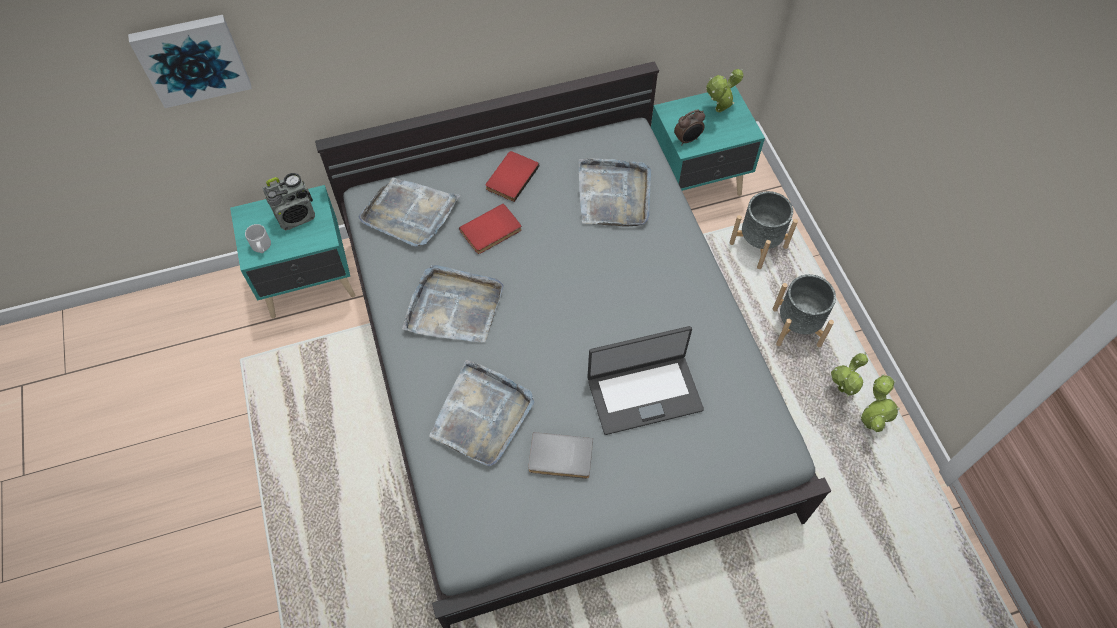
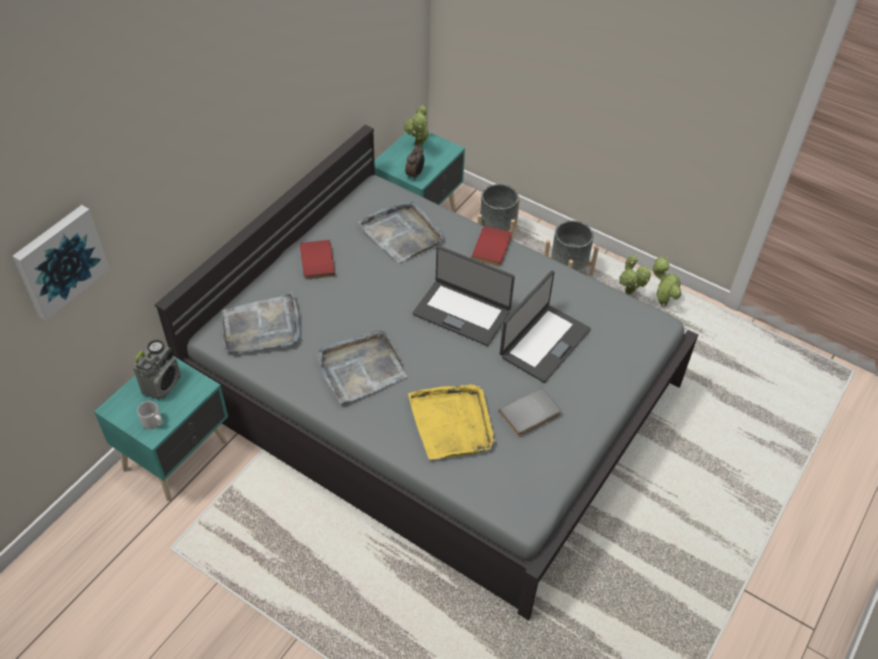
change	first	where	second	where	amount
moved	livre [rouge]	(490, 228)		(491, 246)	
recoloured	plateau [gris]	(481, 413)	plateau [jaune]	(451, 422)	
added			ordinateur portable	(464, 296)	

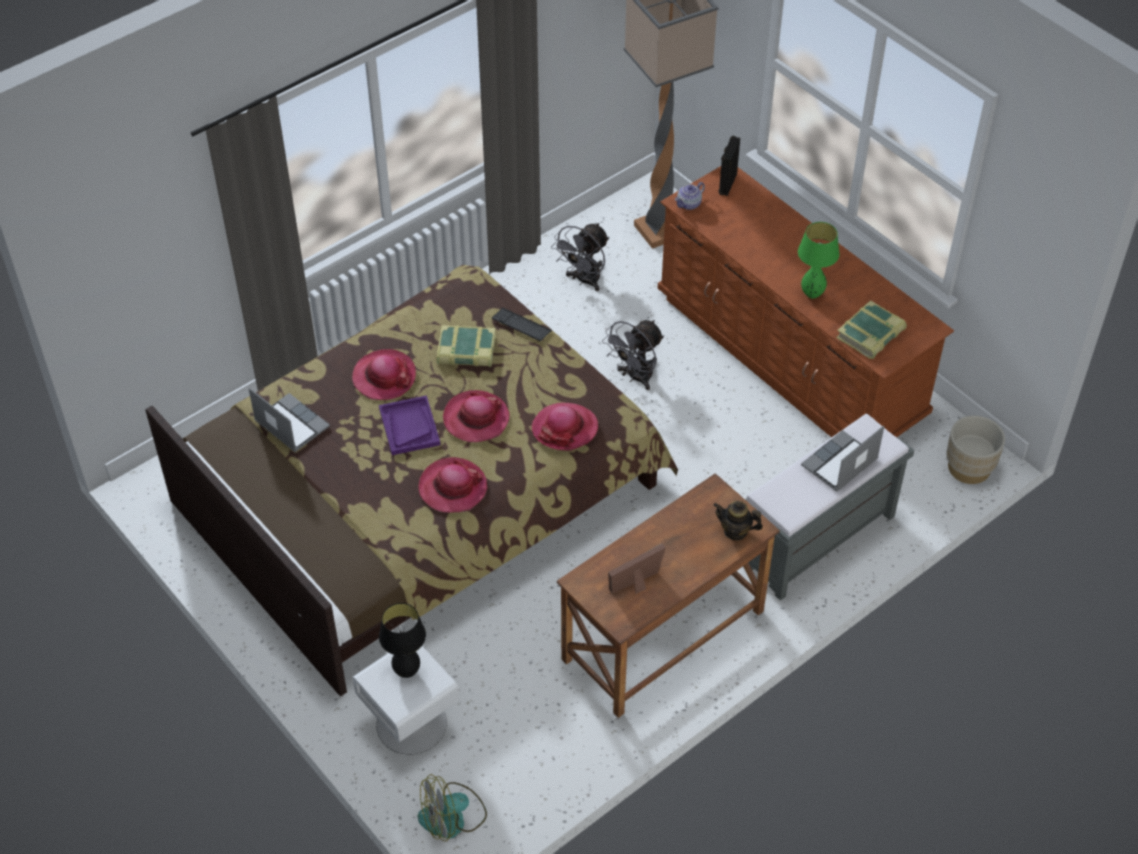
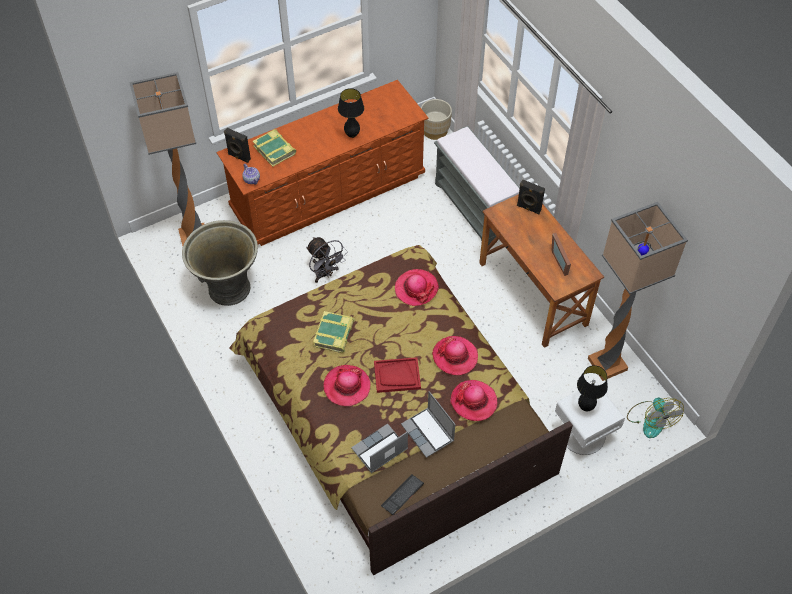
change	first	where	second	where	amount
recoloured	lampe de table [vert]	(819, 260)	lampe de table [noir]	(351, 113)	
replaced	ventilateur [gris]	(580, 257)	cache-pot [gris]	(220, 263)	
moved	livre	(871, 329)		(274, 148)	
moved	clavier	(522, 325)		(402, 494)	
moved	chapeau	(476, 416)		(473, 400)	
recoloured	plateau [violet]	(410, 425)	plateau [rouge]	(397, 375)	
moved	ordinateur portable	(842, 459)		(428, 424)	
replaced	théière	(738, 521)	enceinte [noir]	(531, 197)	
added			lampadaire	(638, 291)	

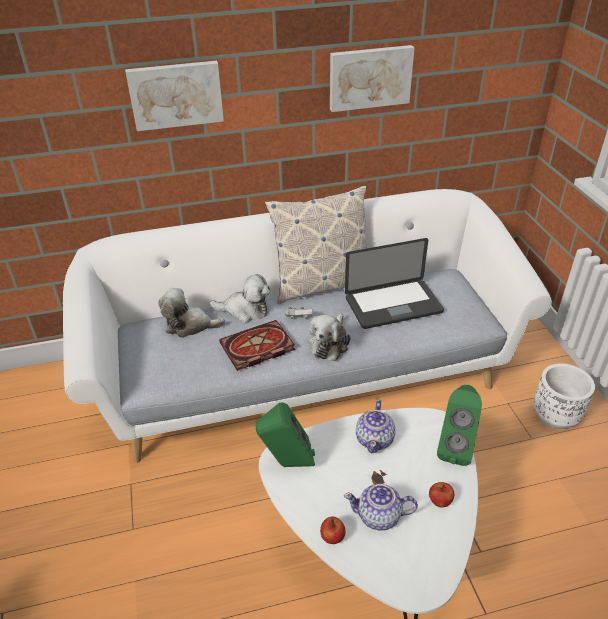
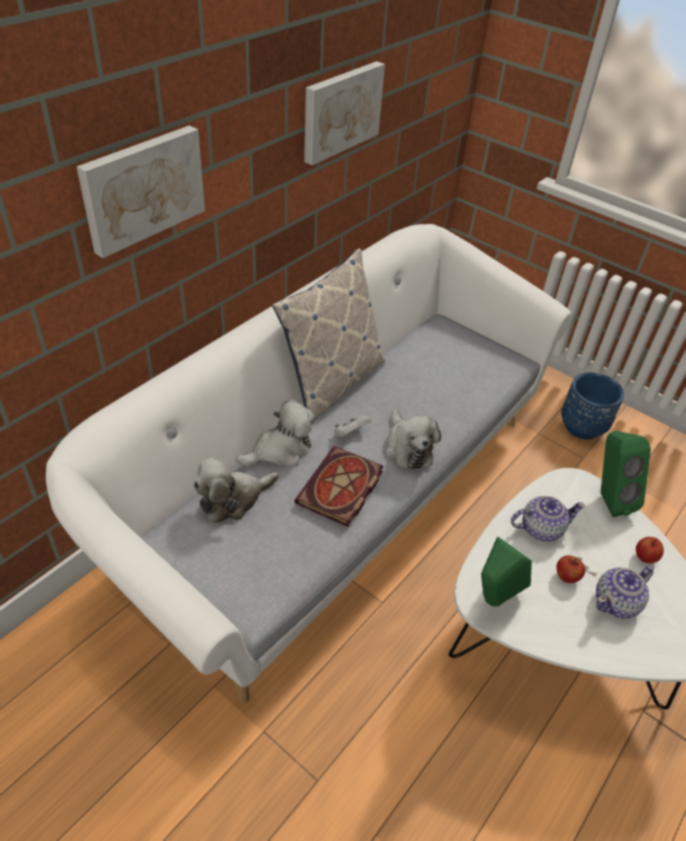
change	first	where	second	where	amount
removed	ordinateur portable	(394, 283)			
recoloured	cache-pot [blanc]	(564, 396)	cache-pot [bleu]	(592, 406)	
turned	théière	(375, 426)		(548, 519)	75 degrees counterclockwise
moved	pomme	(333, 530)		(571, 569)	

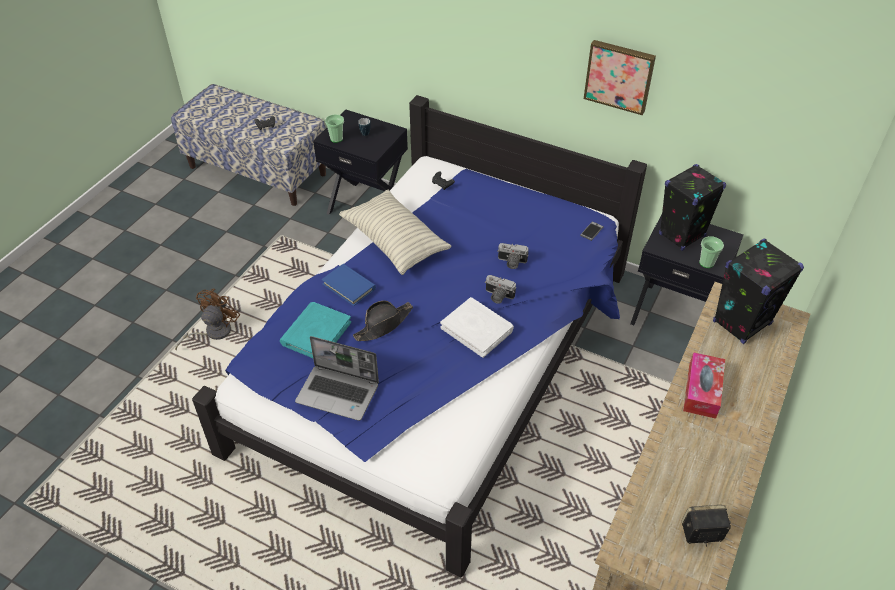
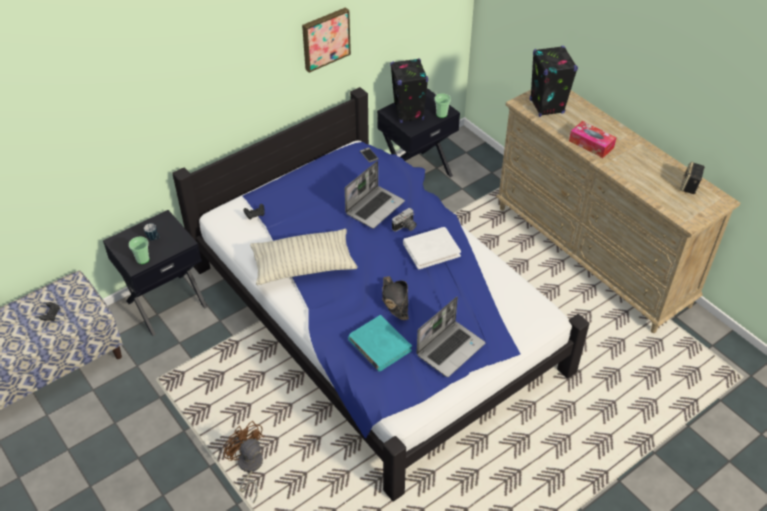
change	first	where	second	where	amount
replaced	appareil photo	(512, 256)	ordinateur portable	(375, 195)	
removed	livre [bleu]	(348, 285)			

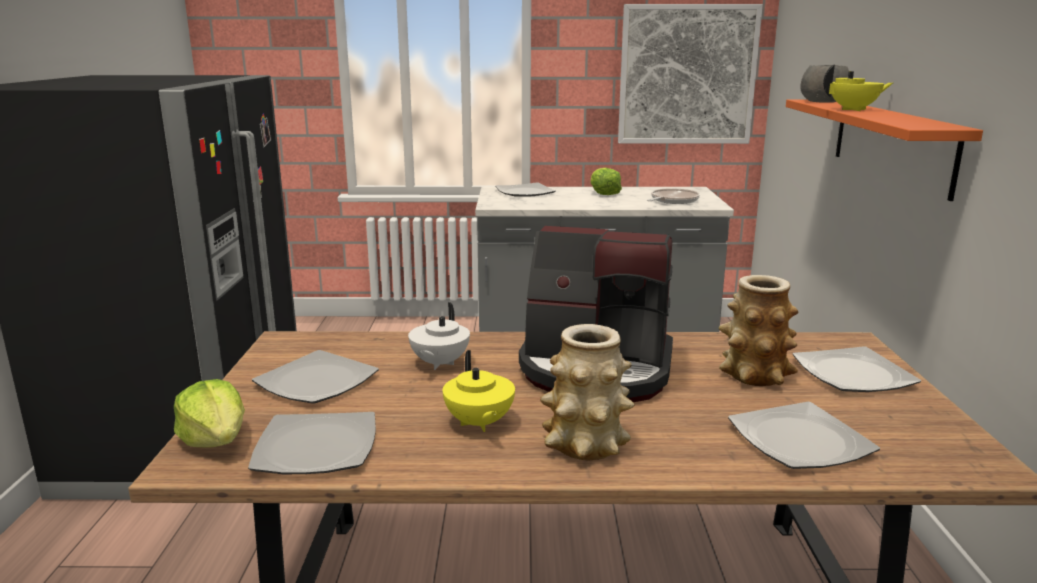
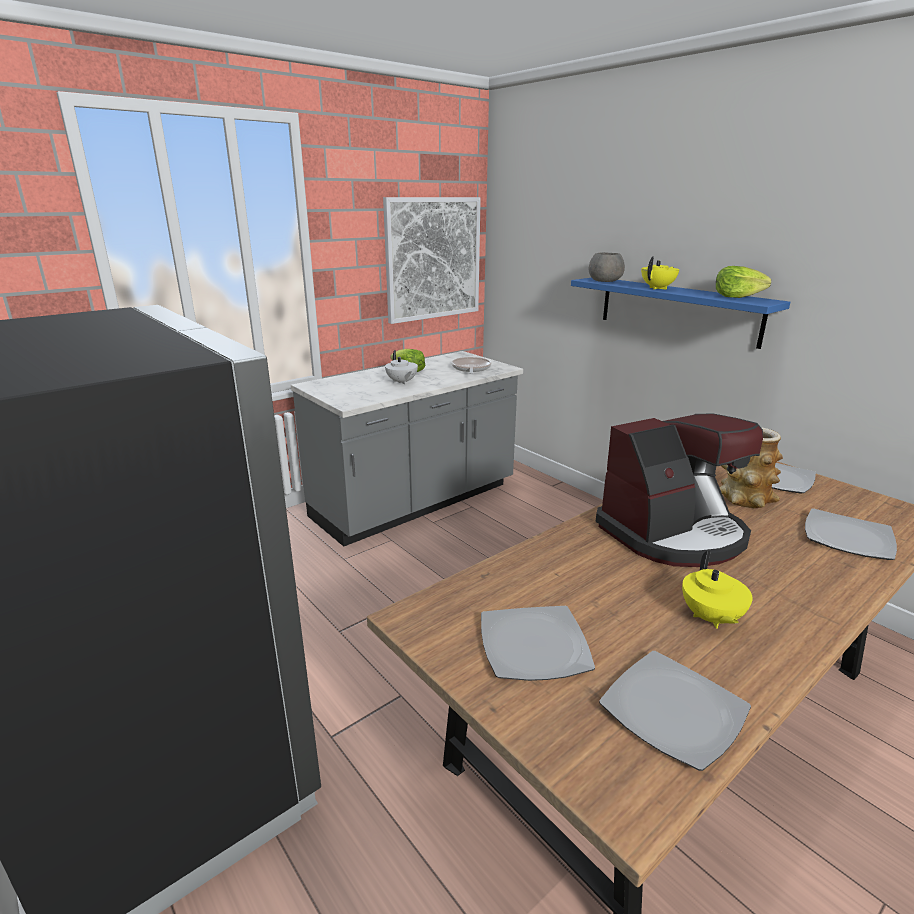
change	first	where	second	where	amount
recoloured	étagère [orange]	(884, 150)	étagère [bleu]	(680, 313)	
removed	assiette	(525, 189)			
moved	théière [blanc]	(439, 336)		(401, 367)	
removed	vase	(587, 392)			
turned	théière [jaune]	(479, 391)		(717, 590)	60 degrees clockwise
moved	laitue	(209, 413)		(743, 282)	

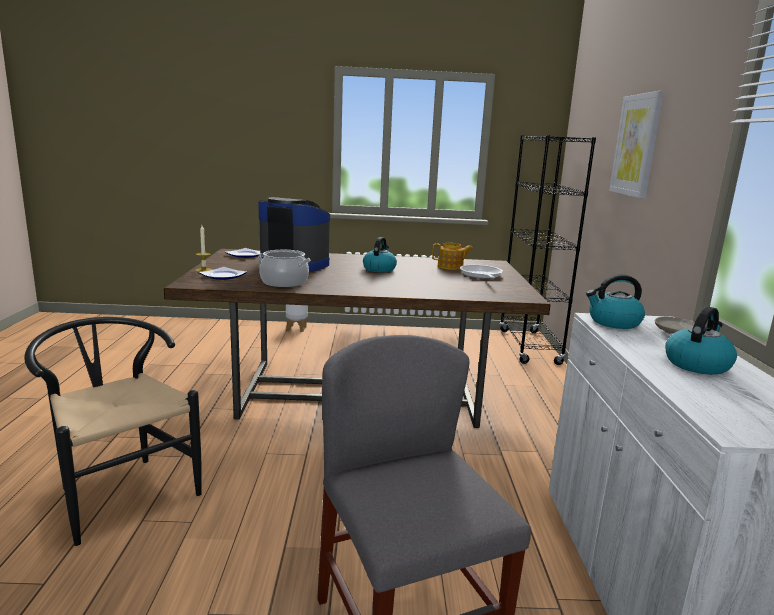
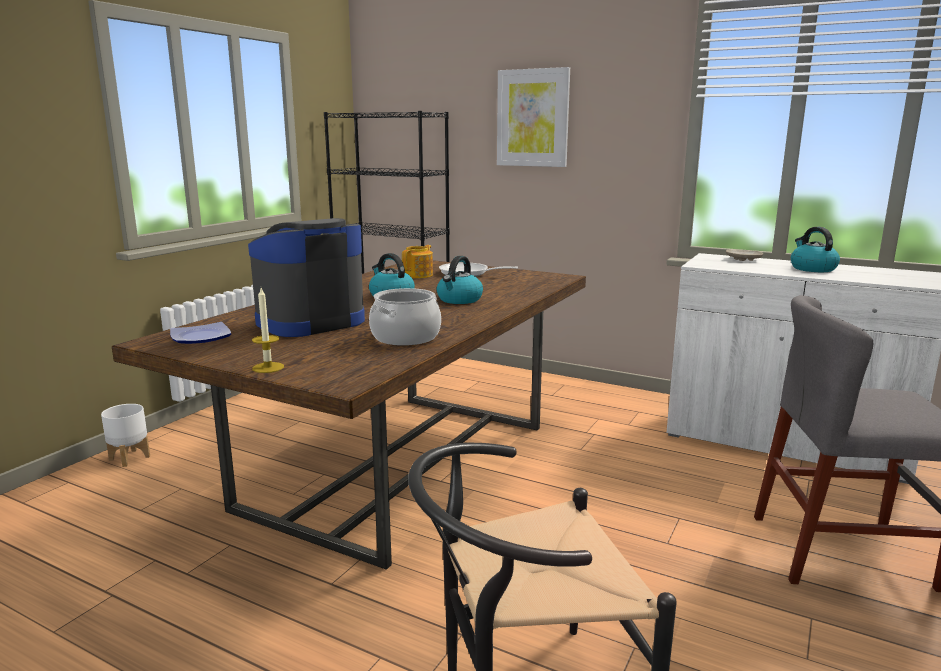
change	first	where	second	where	amount
removed	assiette	(223, 273)			
moved	bouilloire	(615, 301)		(460, 280)	

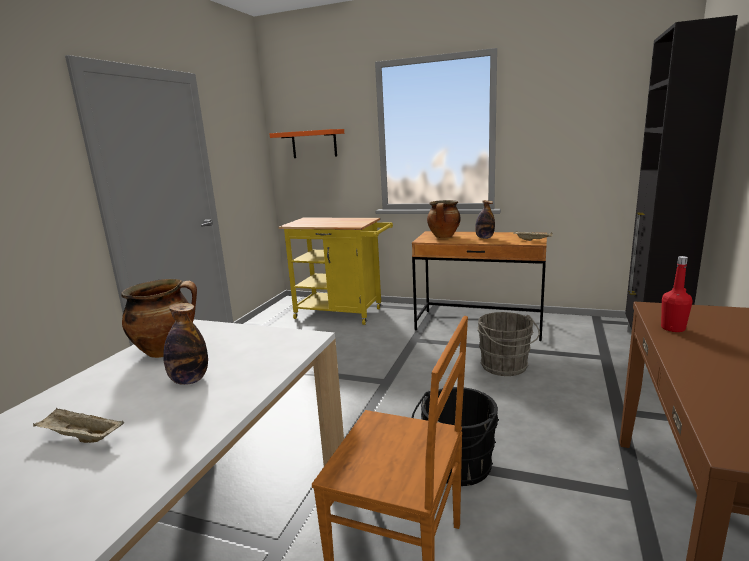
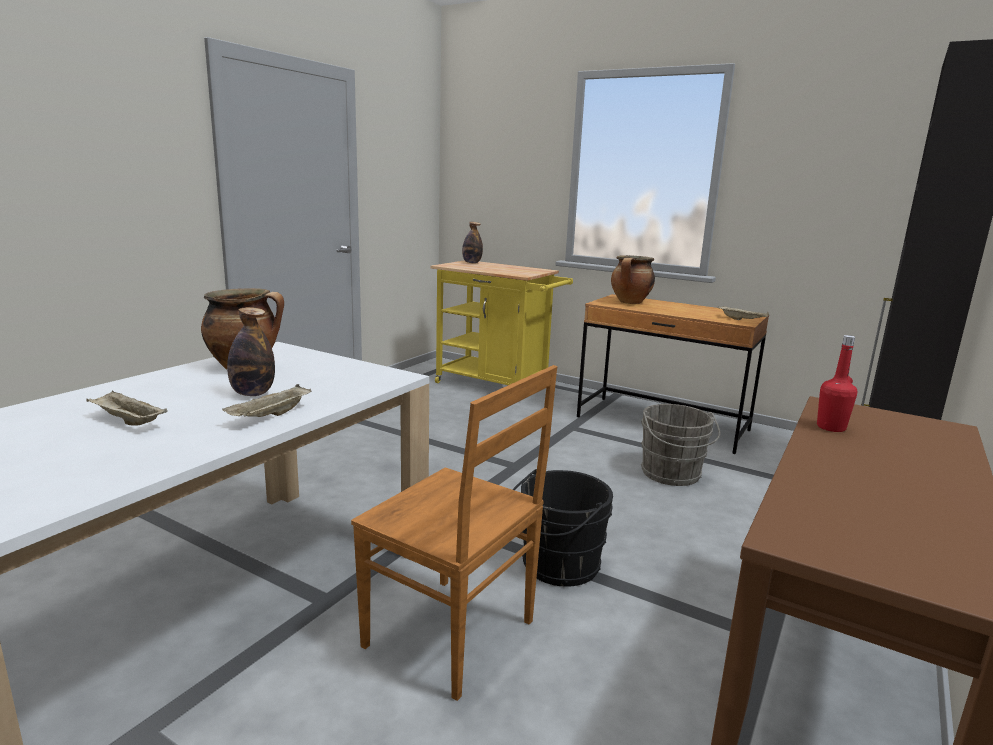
change	first	where	second	where	amount
removed	étagère [orange]	(306, 143)			
moved	bouteille	(485, 219)		(472, 242)	
added			plateau [beige]	(266, 400)	

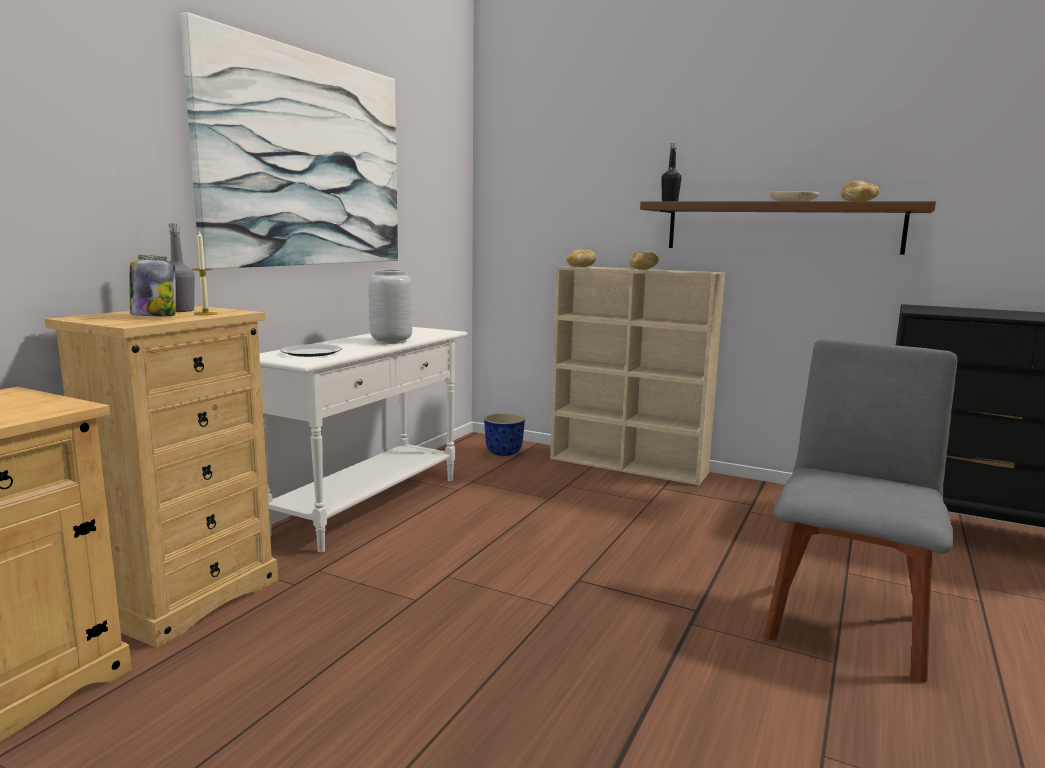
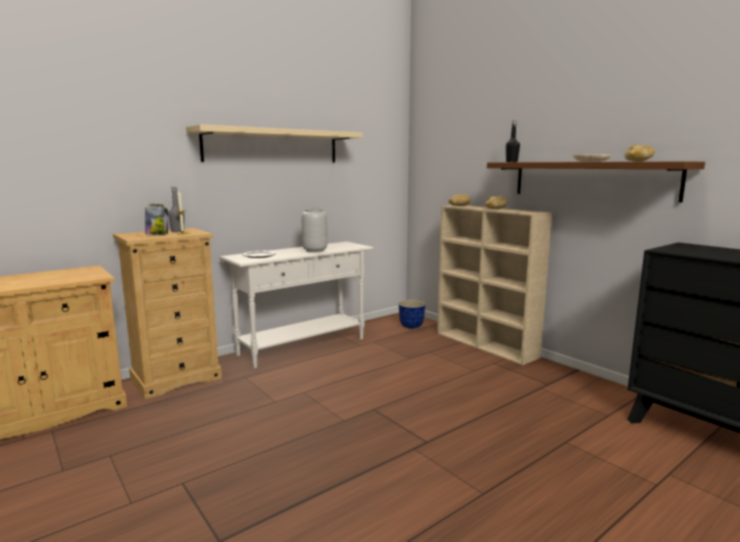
change	first	where	second	where	amount
replaced	tableau	(289, 140)	étagère [beige]	(274, 143)	
removed	chaise [gris]	(861, 510)			

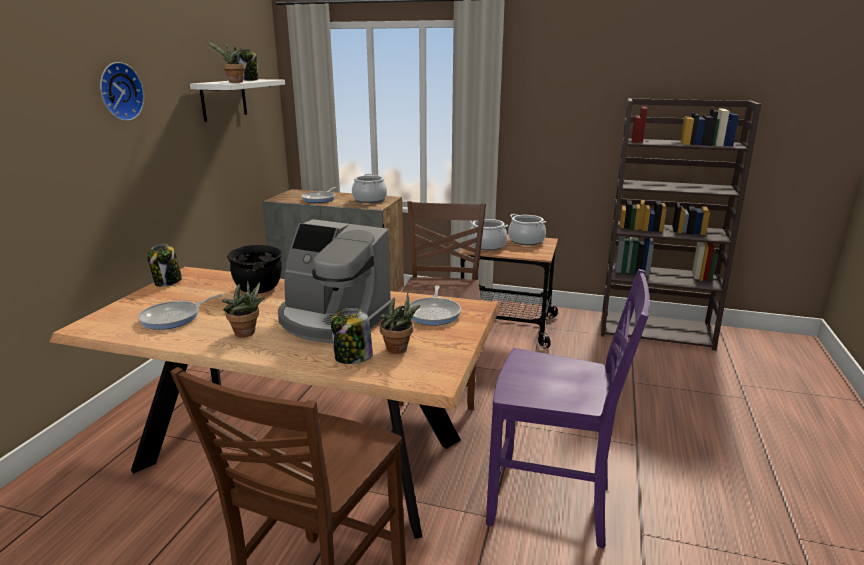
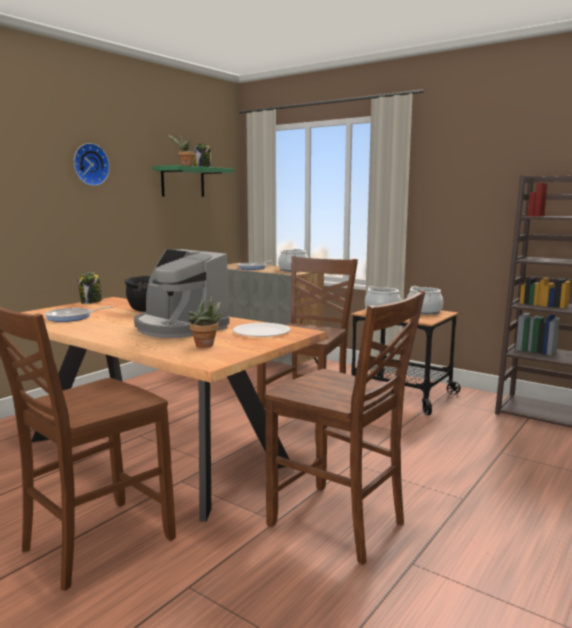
change	first	where	second	where	amount
recoloured	étagère [blanc]	(237, 100)	étagère [vert]	(193, 181)	
recoloured	chaise [violet]	(568, 409)	chaise [marron]	(345, 427)	
removed	plante en pot	(243, 308)			
replaced	poêle	(435, 305)	assiette [blanc]	(261, 330)	
removed	bocal	(352, 336)			

